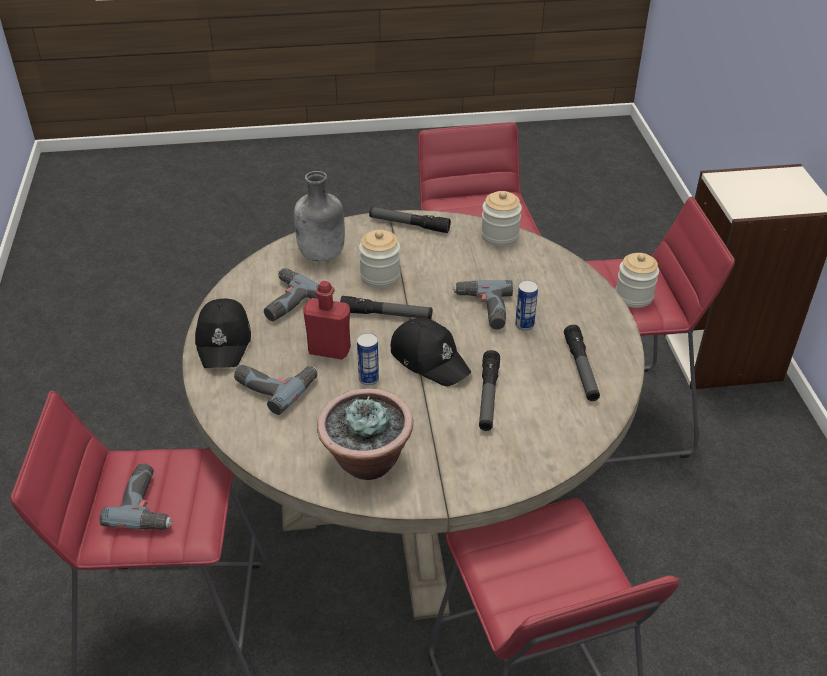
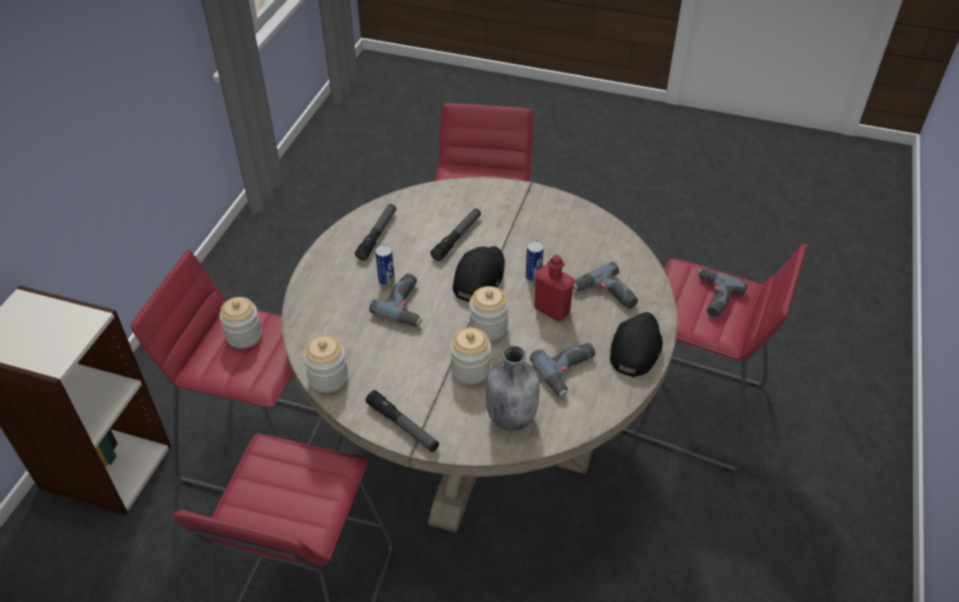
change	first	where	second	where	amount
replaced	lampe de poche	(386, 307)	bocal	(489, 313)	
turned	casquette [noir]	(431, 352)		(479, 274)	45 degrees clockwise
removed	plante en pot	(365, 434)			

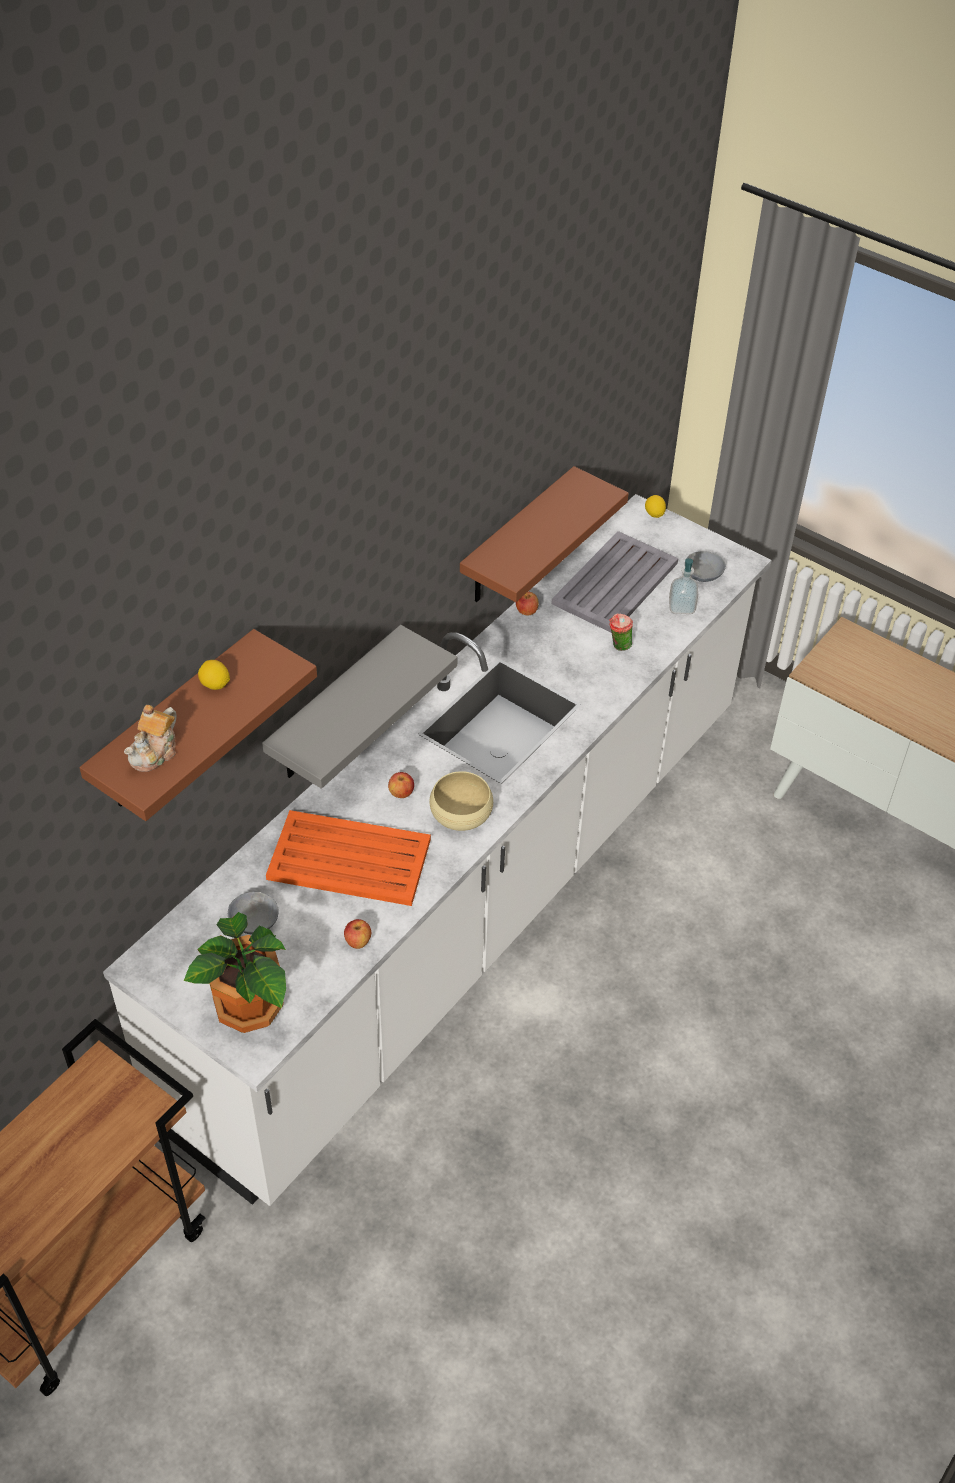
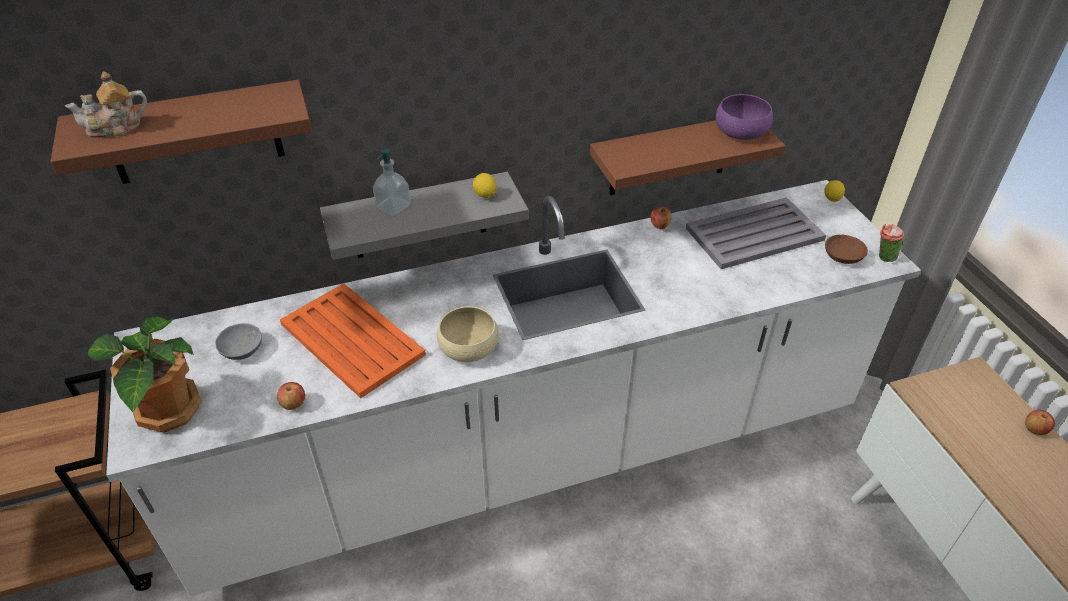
change	first	where	second	where	amount
recoloured	bol [gris]	(706, 566)	bol [marron]	(846, 249)	
moved	distributeur de savon	(683, 586)		(392, 182)	
moved	tasse	(621, 632)		(892, 243)	
moved	citron	(214, 675)		(485, 185)	
moved	pomme	(401, 785)		(1040, 422)	
added			bol [violet]	(744, 117)	

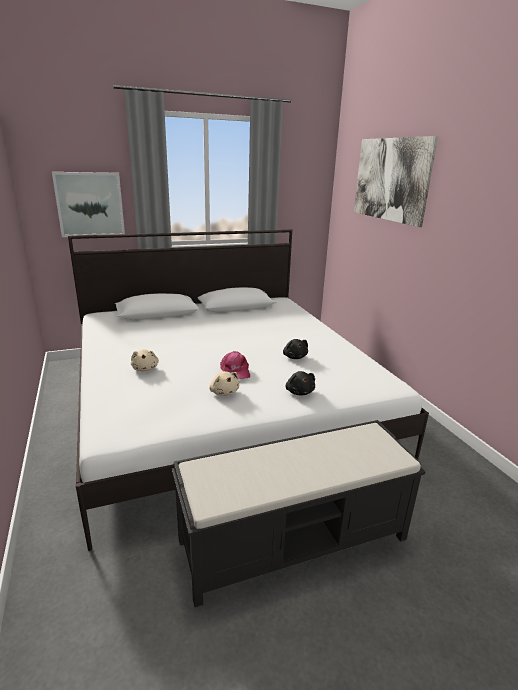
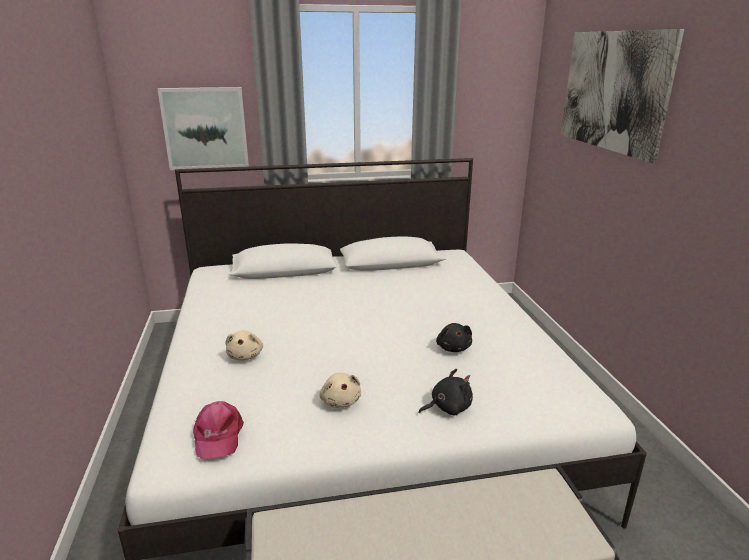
change	first	where	second	where	amount
moved	casquette [rose]	(235, 365)		(218, 430)	
turned	peluche [noir]	(300, 383)		(446, 392)	105 degrees counterclockwise

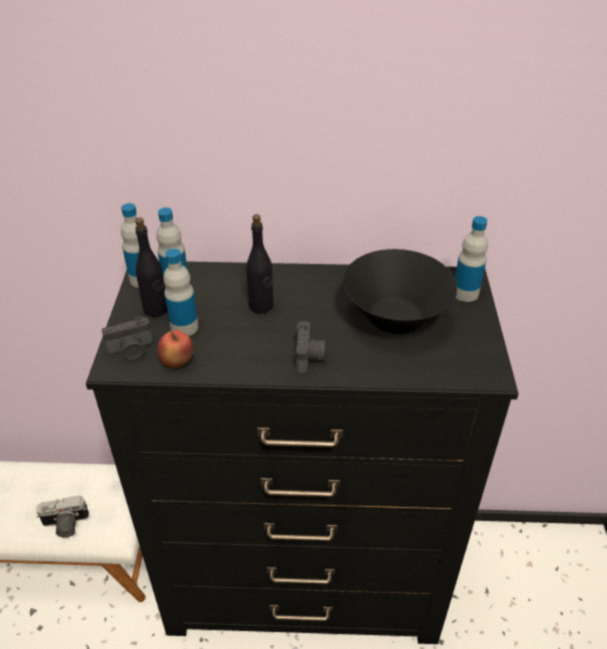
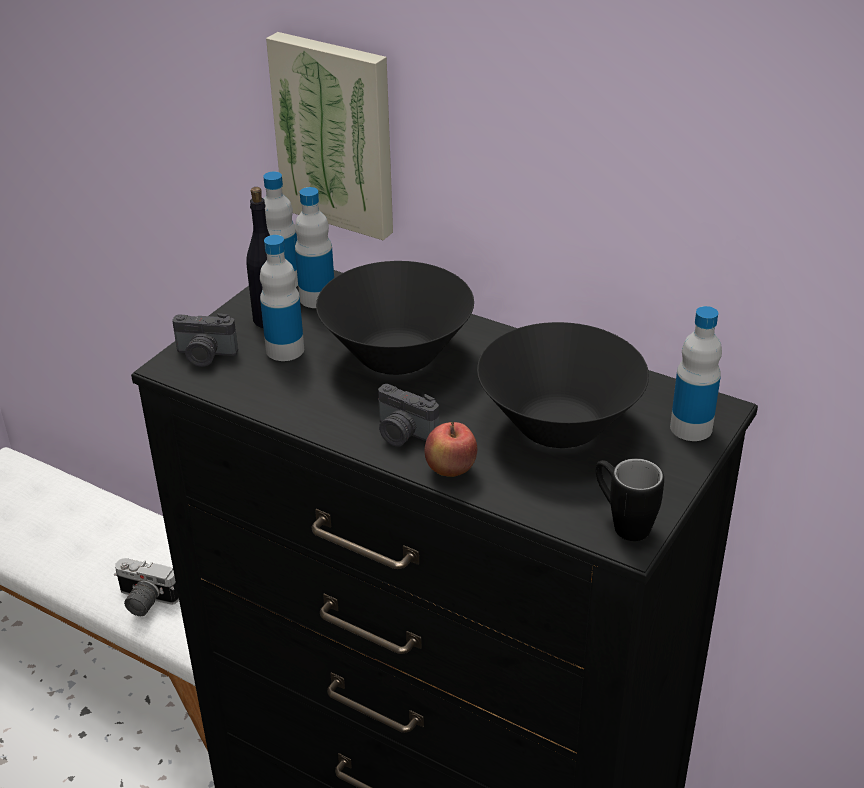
change	first	where	second	where	amount
replaced	bouteille [noir]	(260, 264)	bol [noir]	(395, 318)	
turned	appareil photo	(310, 347)		(408, 415)	90 degrees clockwise
moved	pomme	(175, 349)		(450, 449)	
added			tableau	(329, 136)	
added			mug [noir]	(630, 499)	

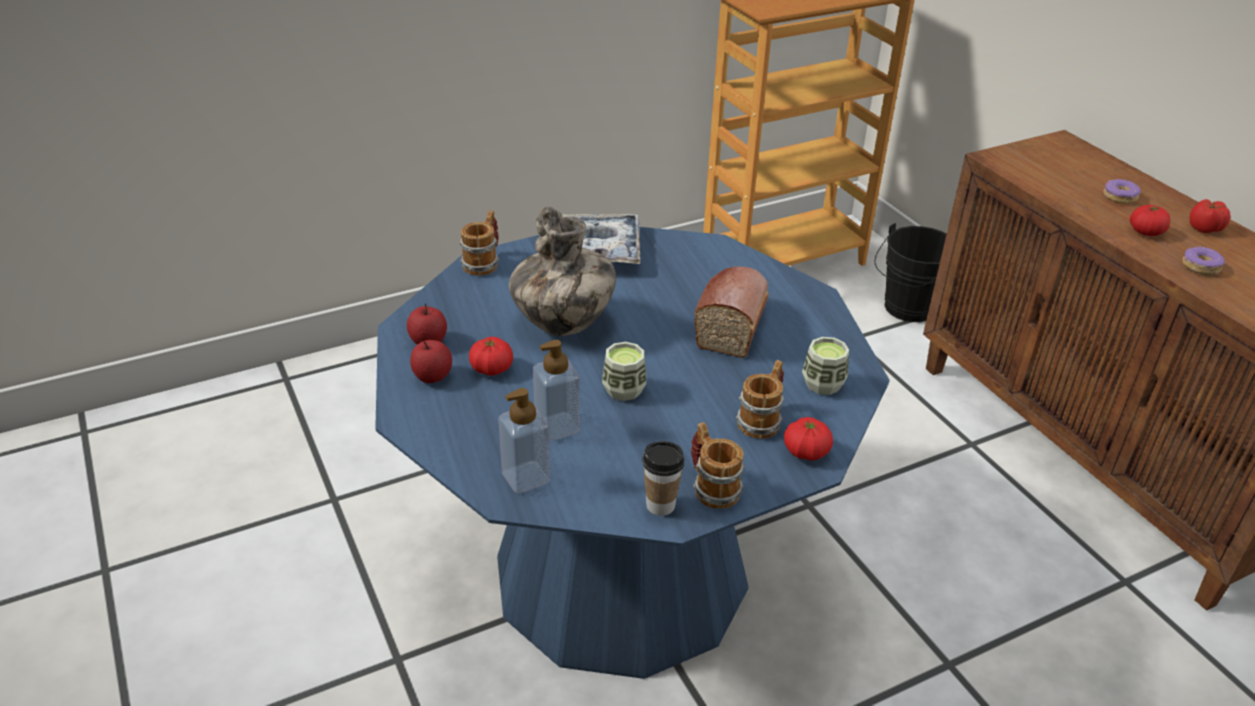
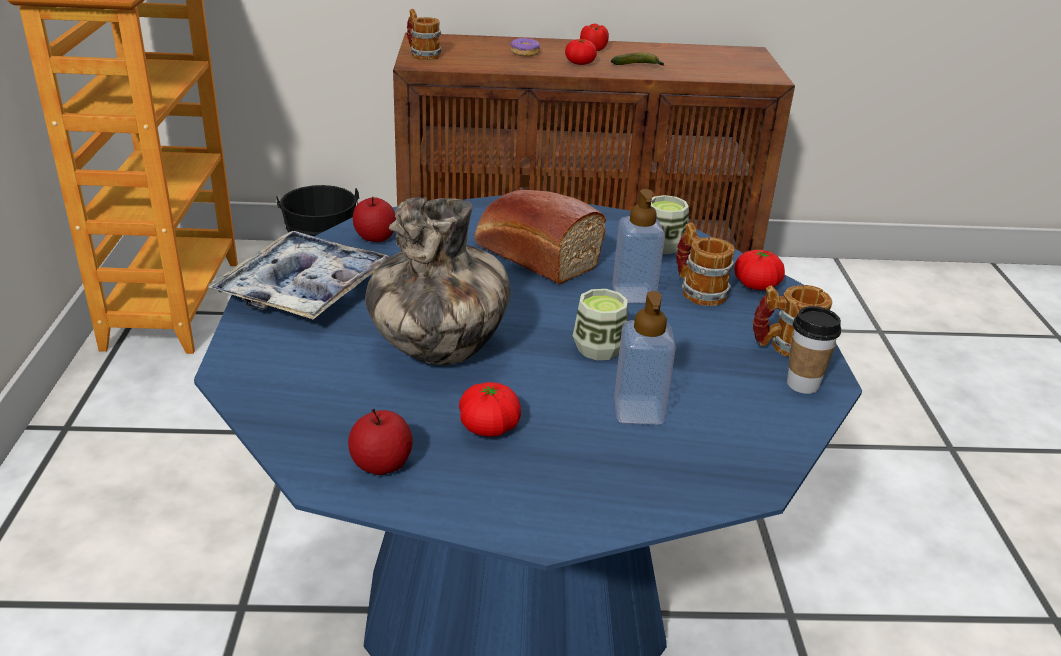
change	first	where	second	where	amount
moved	mug	(479, 243)		(424, 34)	
replaced	beignet	(1204, 260)	banane	(637, 59)	
moved	pomme	(431, 361)		(374, 219)	
moved	distributeur de savon	(524, 441)		(638, 246)	

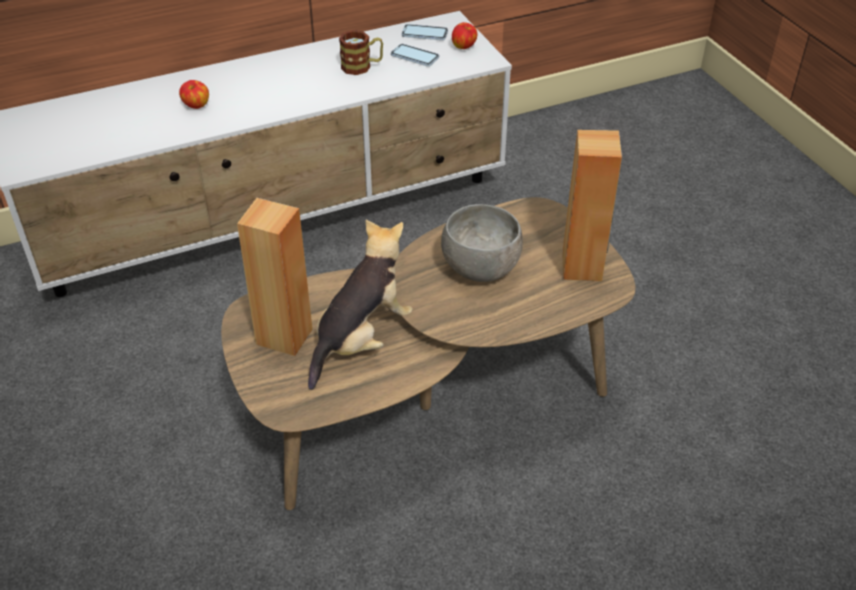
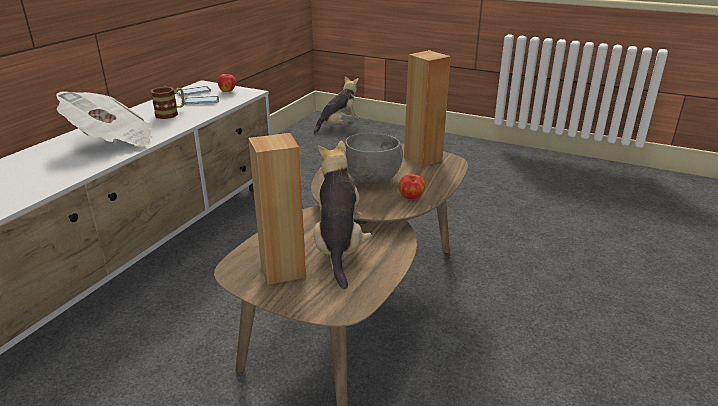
change	first	where	second	where	amount
moved	pomme	(194, 94)		(412, 186)	
added			peluche	(337, 105)	
added			journal	(104, 119)	

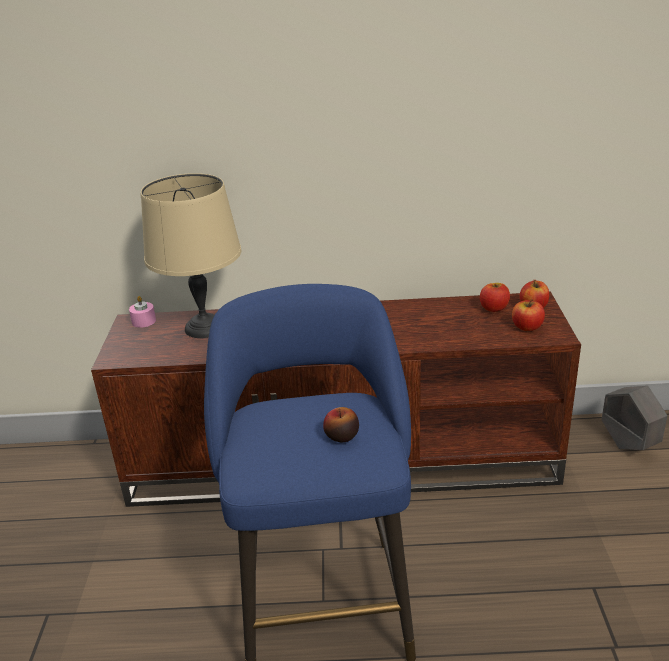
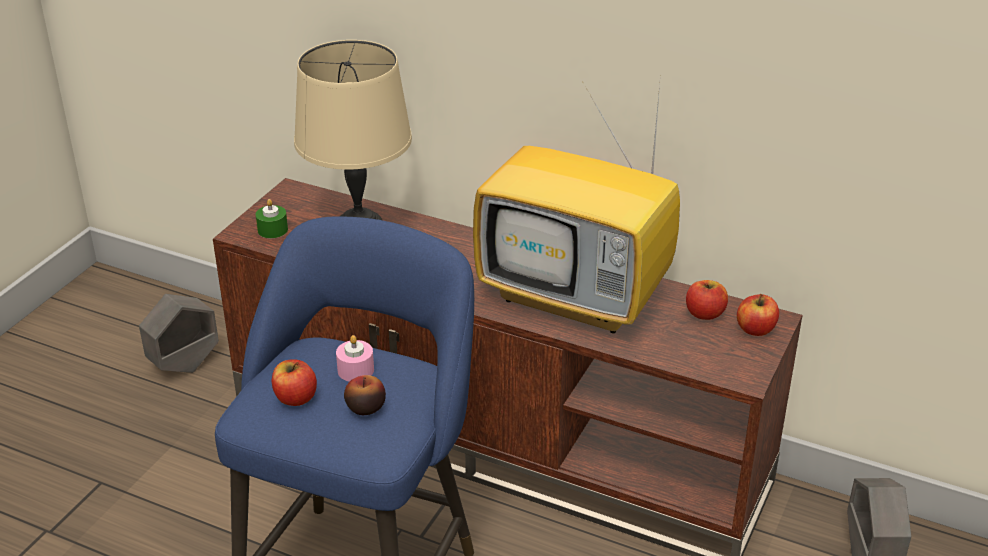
change	first	where	second	where	amount
moved	bougie [rose]	(142, 312)		(355, 358)	
moved	pomme	(528, 315)		(294, 382)	
added			téléviseur	(576, 203)	
added			bougie [vert]	(272, 218)	
added			cache-pot [gris]	(179, 333)	

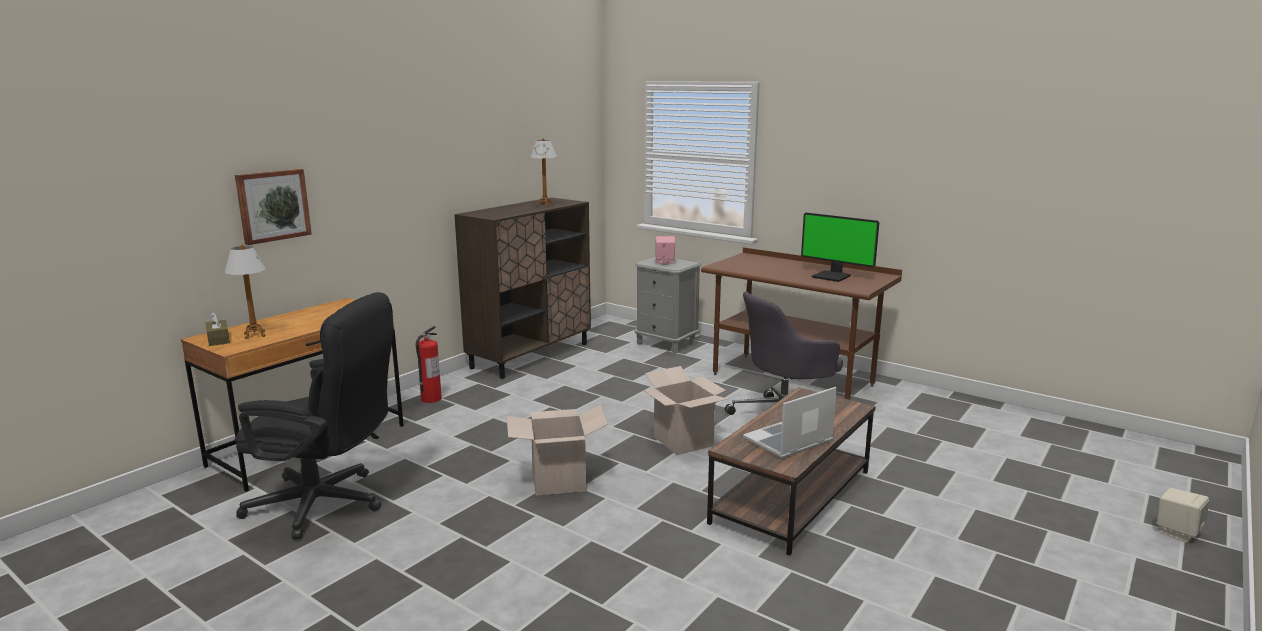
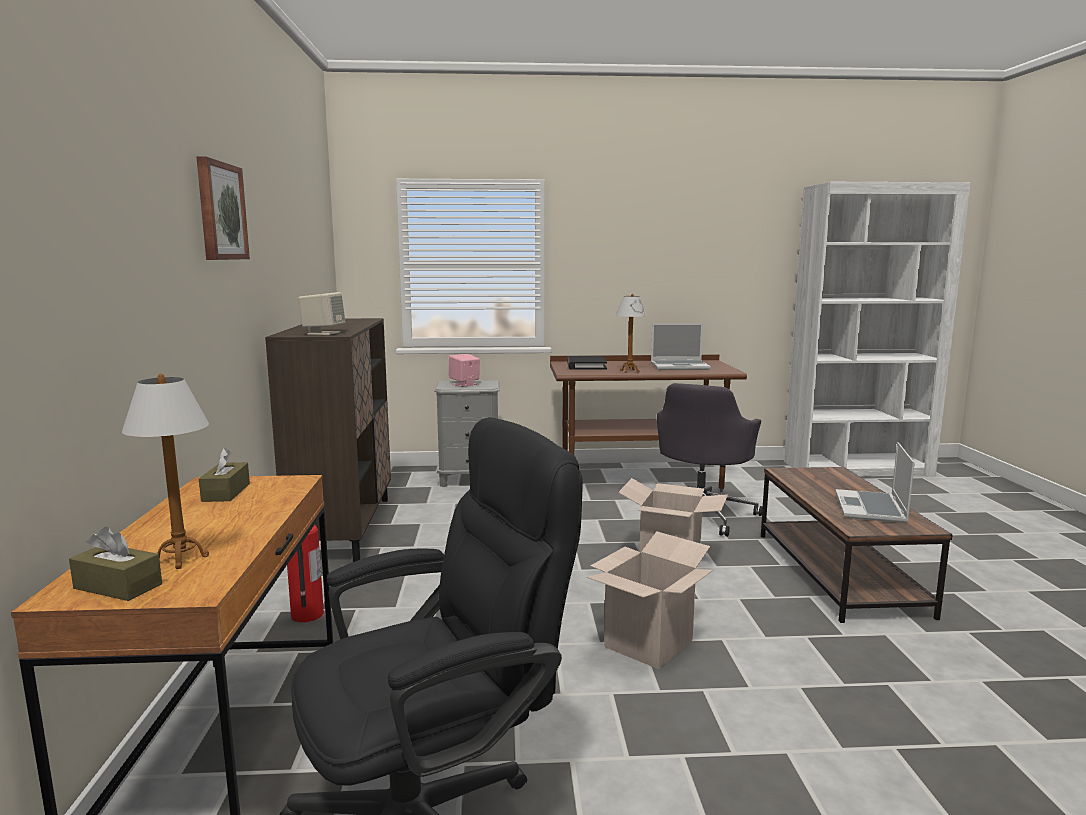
change	first	where	second	where	amount
moved	lampe de table	(543, 172)		(631, 333)	
moved	tableau	(273, 207)		(223, 208)	
replaced	écran d'ordinateur	(840, 247)	ordinateur portable	(681, 346)	
moved	enceinte [beige]	(1183, 515)		(321, 313)	
added			bibliothèque [blanc]	(877, 329)	
added			livre [noir]	(587, 363)	
added			boîte à mouchoirs [marron]	(224, 475)	

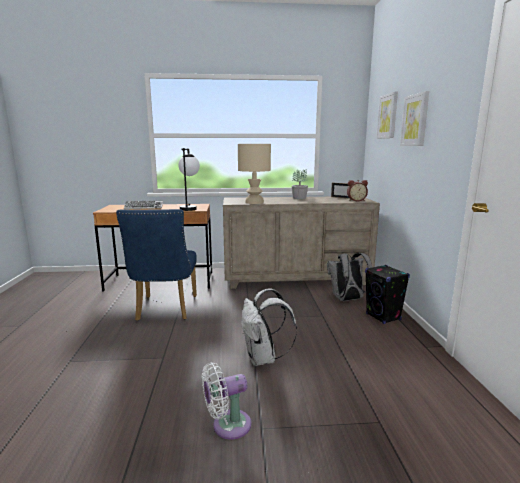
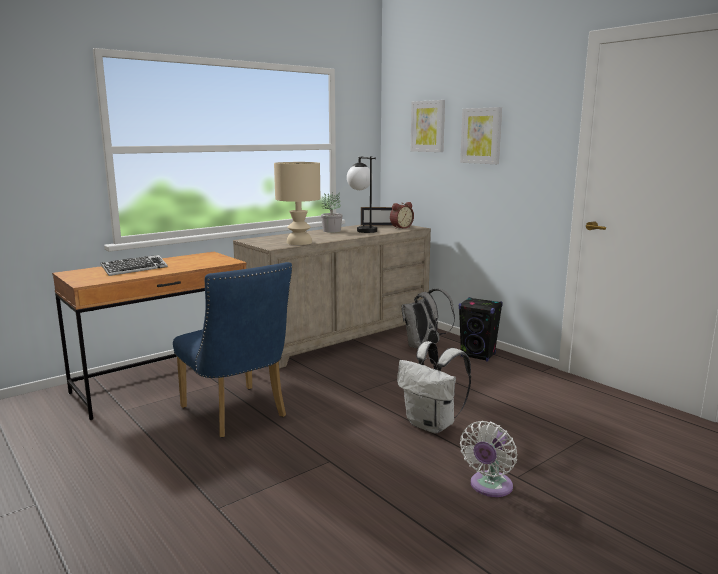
change	first	where	second	where	amount
moved	lampe de table	(189, 179)		(362, 194)	

